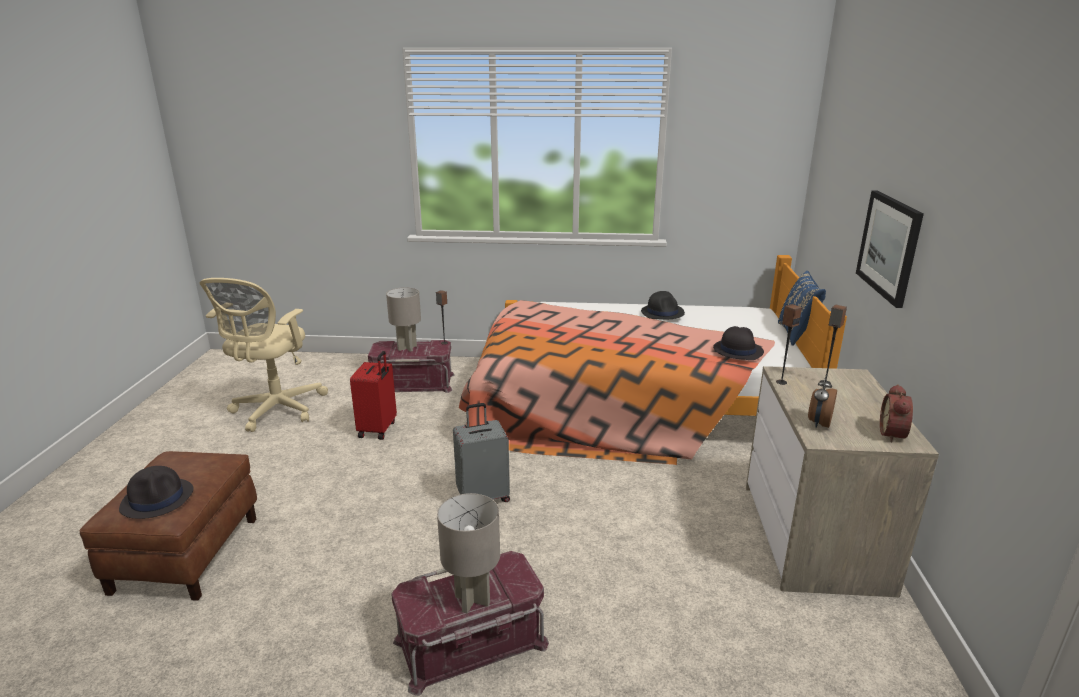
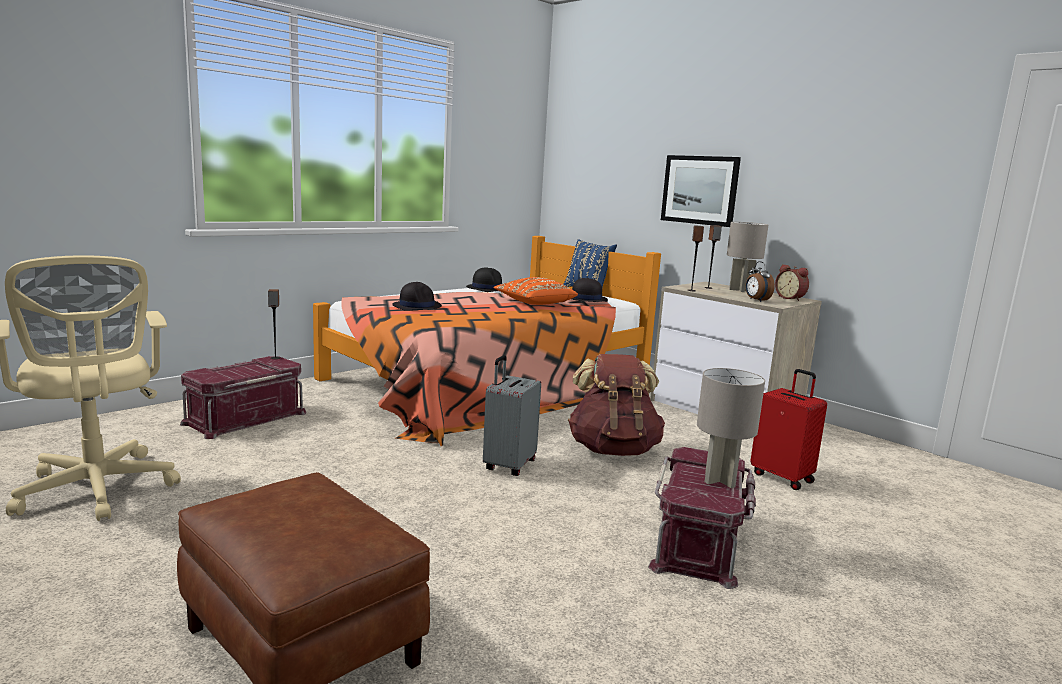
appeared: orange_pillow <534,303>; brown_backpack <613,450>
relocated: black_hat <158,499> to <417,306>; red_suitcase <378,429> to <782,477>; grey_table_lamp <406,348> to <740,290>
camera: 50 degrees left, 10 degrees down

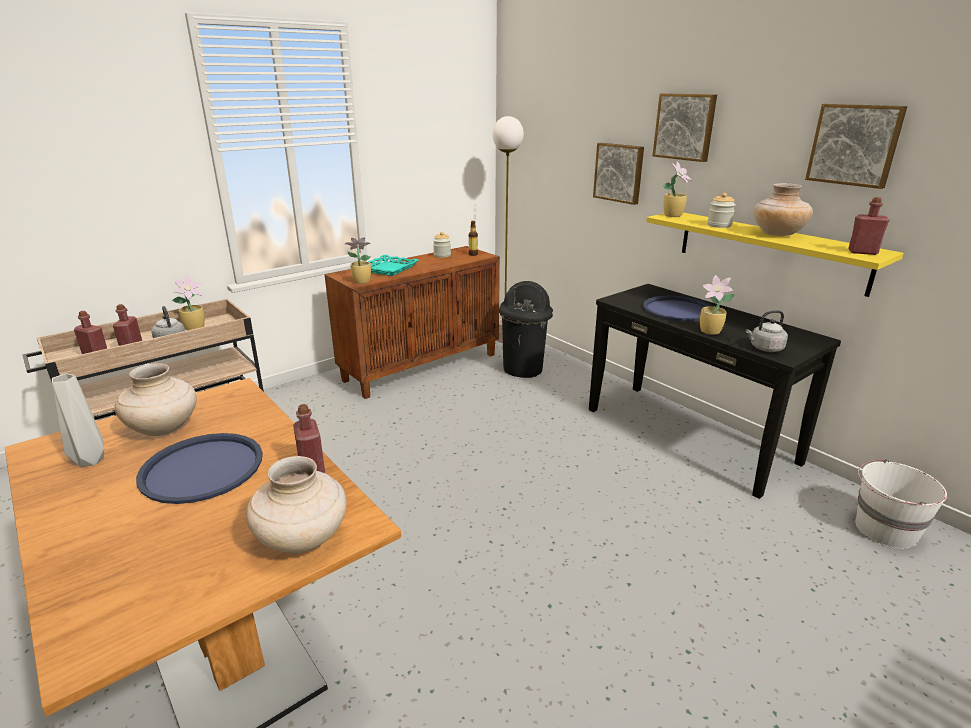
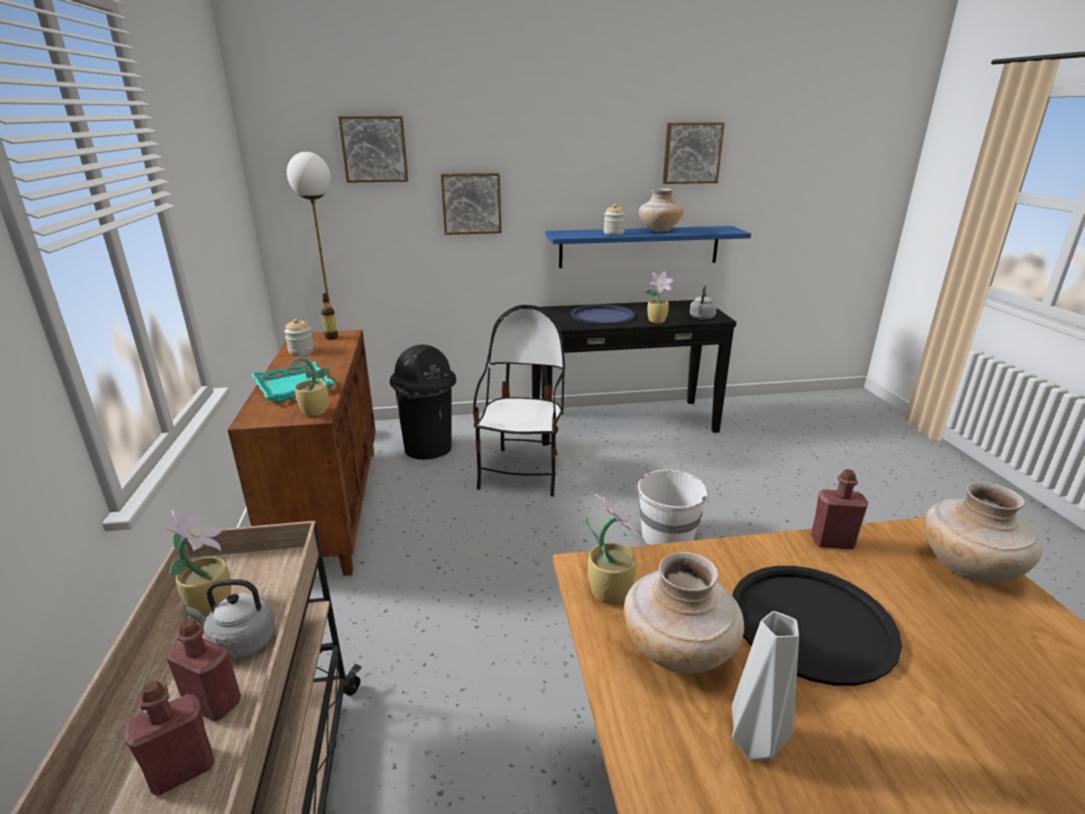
missing: red_bottle <862,252>
appeared: chair <522,472>
relocated: picture <685,127> to <374,149>; potted_plant <673,215> to <610,590>; white_bucket <884,530> to <667,536>
colour: blue_tray <202,469> to black_tray <811,623>; yellow_shelf <769,250> to blue_shelf <639,246>
camera: 60 degrees left, 0 degrees up

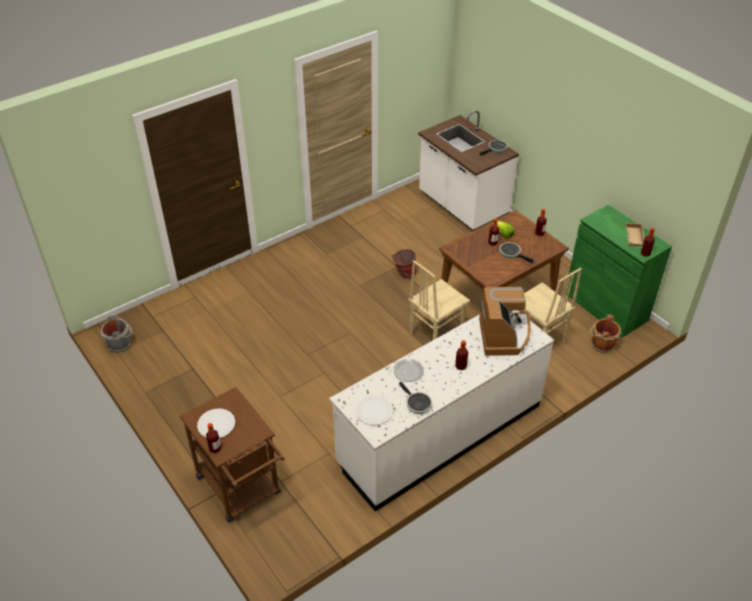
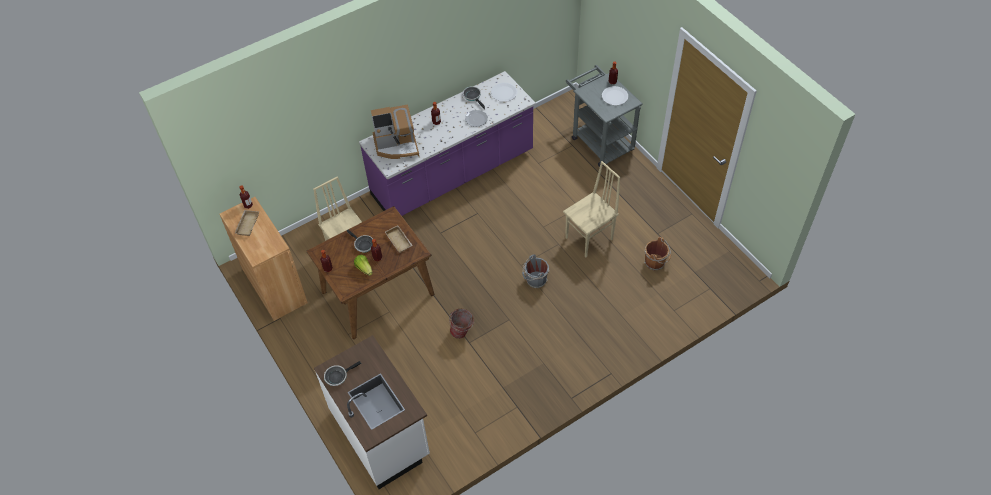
appeared: beige_tray <399,240>
relocated: grey_bucket <120,344> to <535,280>; beige_chair <435,334> to <590,239>; brown_bucket <601,344> to <655,262>
colour: brown_cart <242,490> to grey_cart <599,140>; white_counter <439,434> to purple_counter <453,174>; green_cabinet <606,307> to brown_cabinet <274,286>
spun: coffee_machine <504,335> = <396,145> 105 degrees counterclockwise
camera: 175 degrees left, 10 degrees up

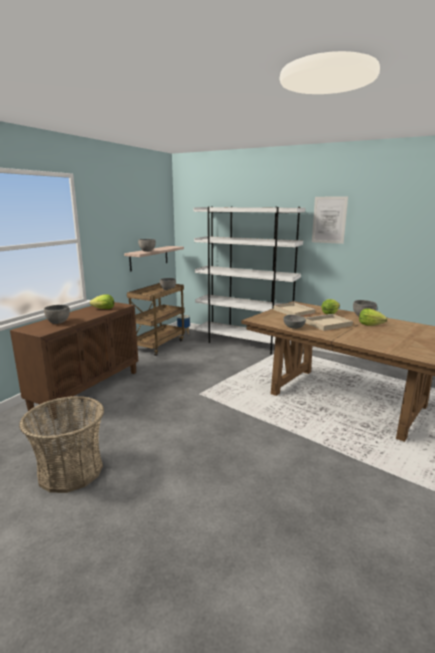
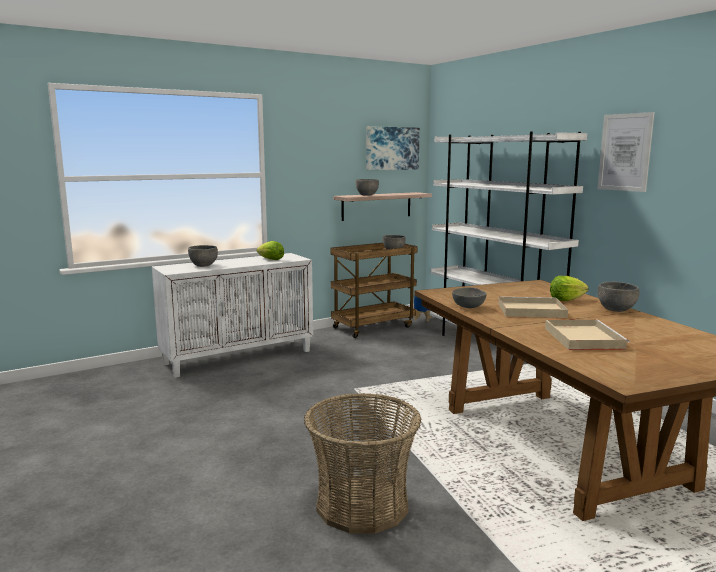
missing: lettuce <370,325>
appeared: picture <391,148>
relocated: basket <70,471> to <362,504>; beige_tray <293,311> to <582,338>
colour: brown_cabinet <87,389> to white_cabinet <239,357>
camera: 30 degrees right, 5 degrees down

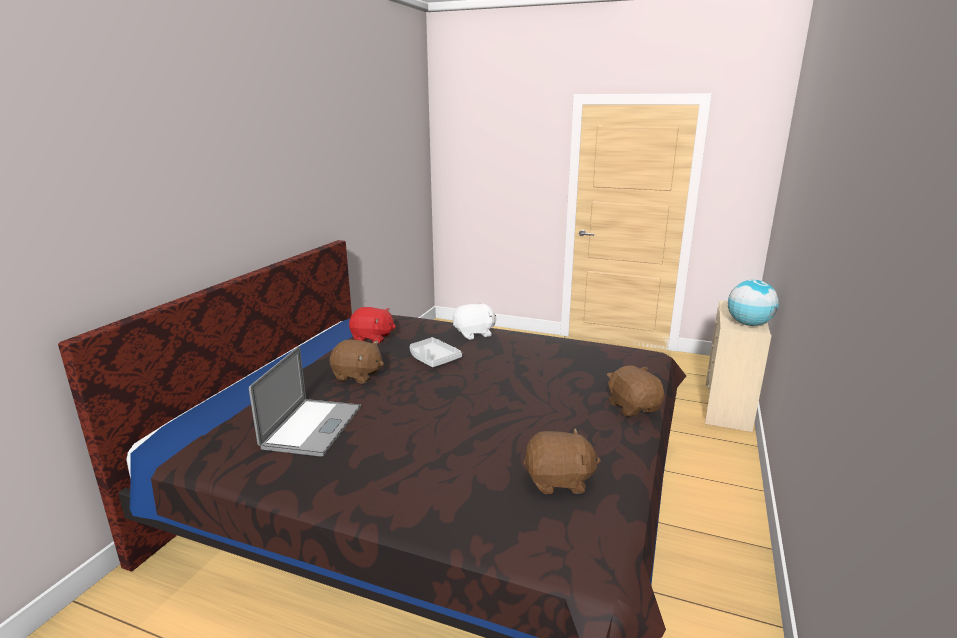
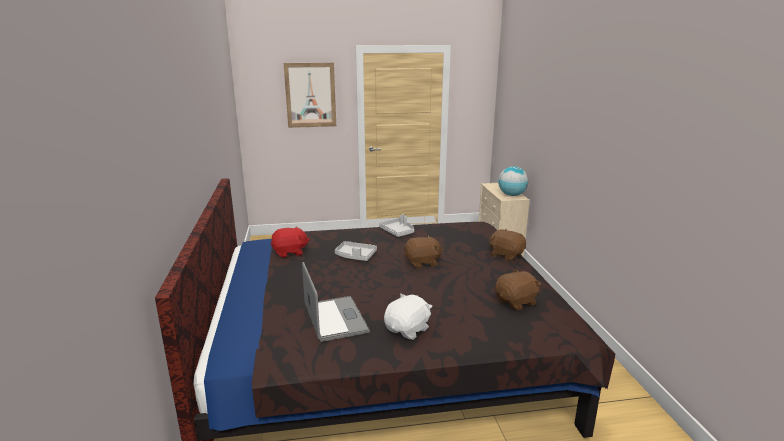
appeared: picture <310,95>; grey_tray <398,232>
relocated: brown_plush_toy <357,375> to <422,263>; white_plush_toy <474,334> to <408,330>
camera: 30 degrees left, 0 degrees up

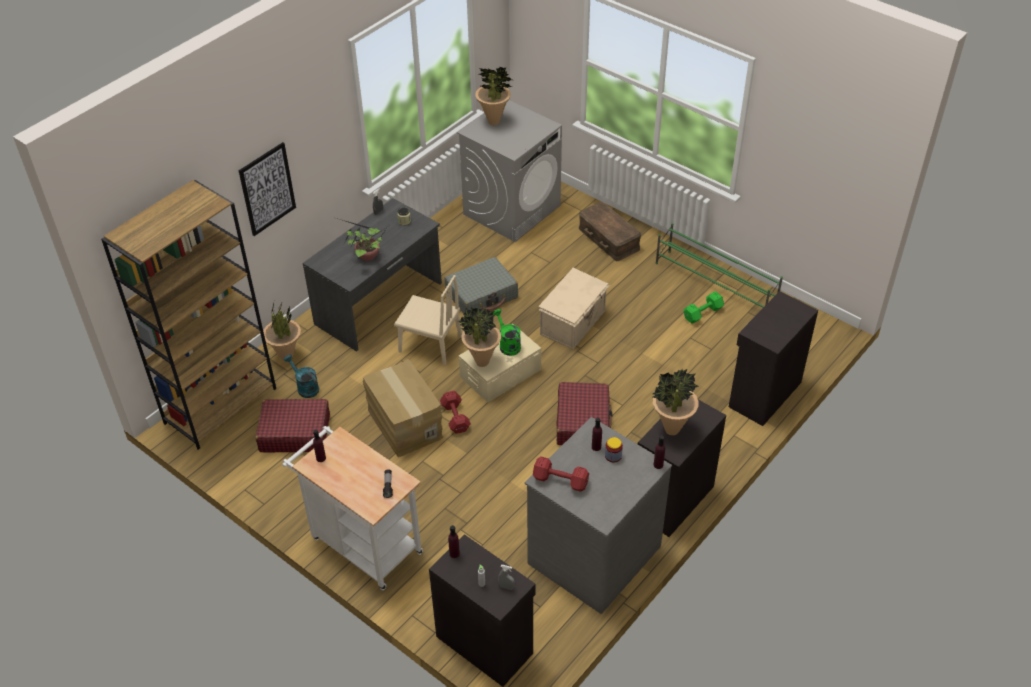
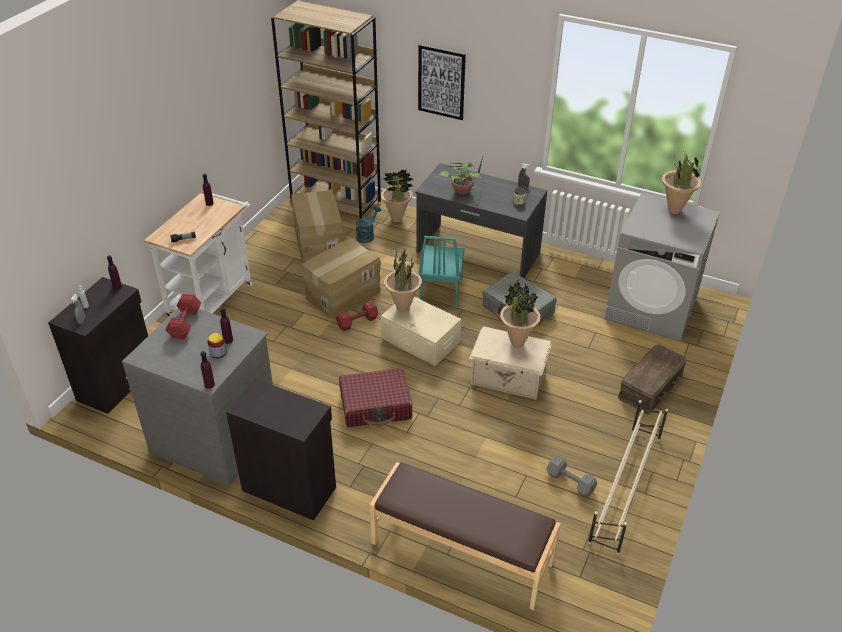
missing: green_watering_can <507,344>
relocated: potted_plant <671,430> to <517,343>
exchanged: red_suitcase <294,433> to cardboard_box <317,241>; black_cabinet <763,394> to brown_bench <461,553>
colour: beige_chair <430,344> to turquoise_chair <440,291>; green_shoe_rack <715,284> to beige_shoe_rack <625,489>; green_dumbbell <703,313> to grey_dumbbell <571,483>
camera: 75 degrees right, 5 degrees down

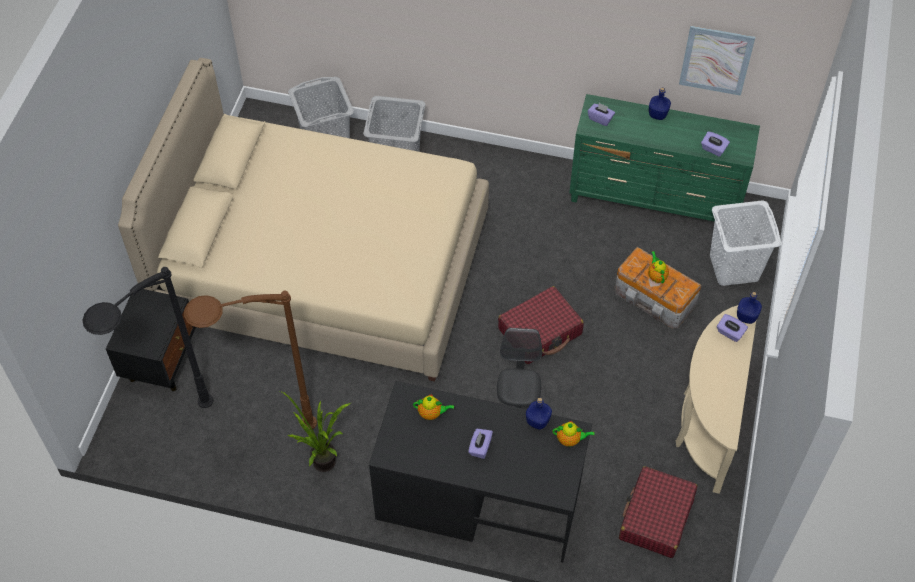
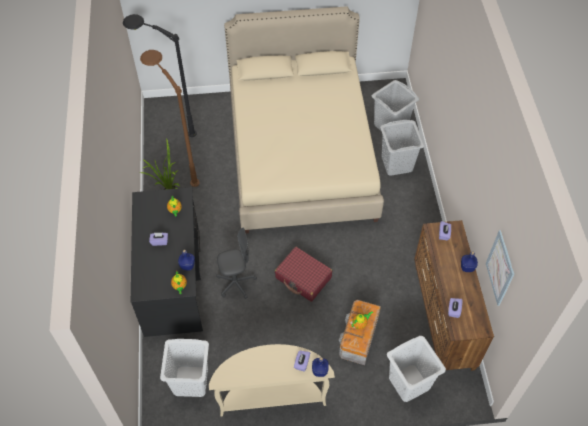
missing: black_nightstand <161,363>
exchanged: red_suitcase <656,517> to white_laundry_basket <190,381>
colour: green_dresser <655,200> to brown_dresser <443,316>
camera: 70 degrees right, 0 degrees up

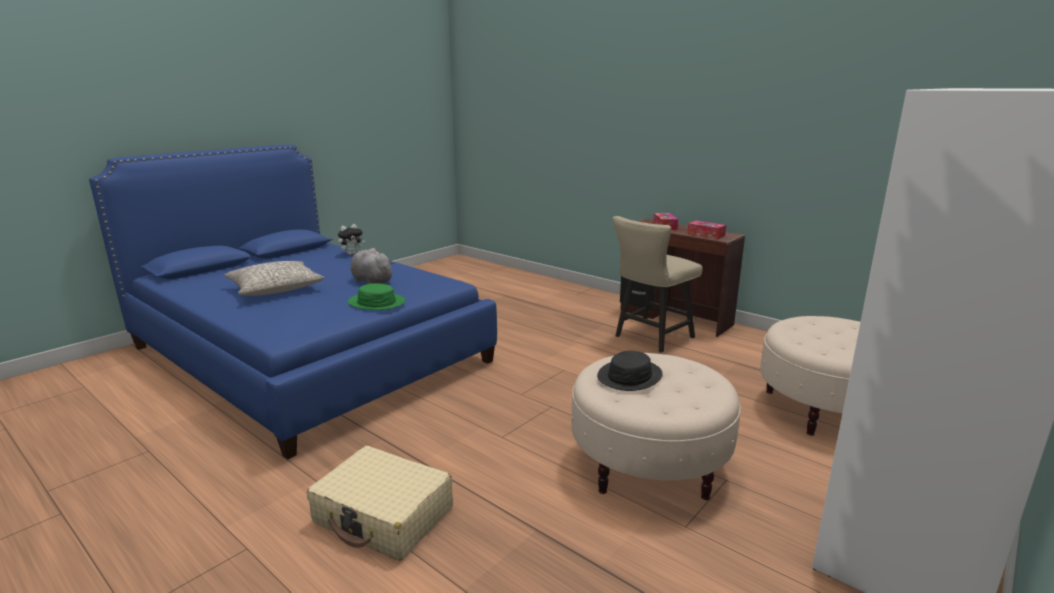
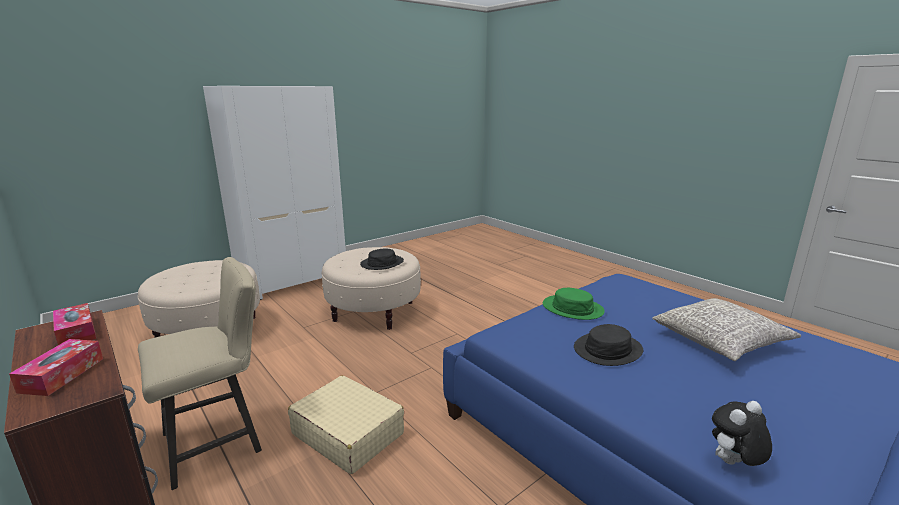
relocated: beige_suitcase <384,516> to <347,433>
exchanged: grey_plush_toy <371,281> to black_hat <608,350>
camera: 170 degrees left, 0 degrees up

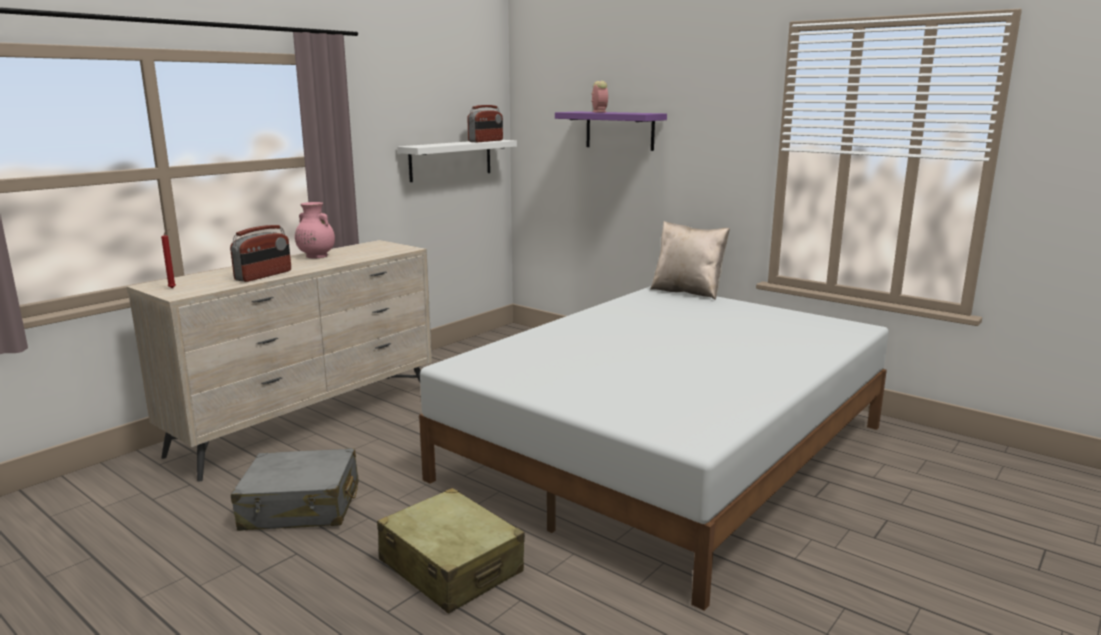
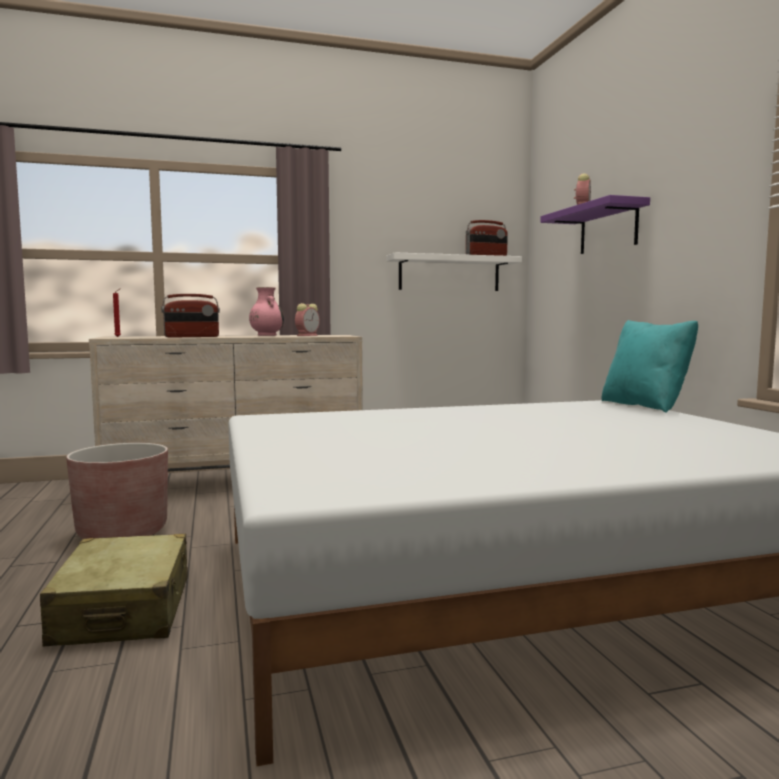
appeared: alarm_clock <307,335>
exchanged: grey_suitcase <301,507> to brown_planter <122,533>
colour: beige_pillow <687,292> to turquoise_pillow <645,406>
camera: 35 degrees right, 10 degrees down

